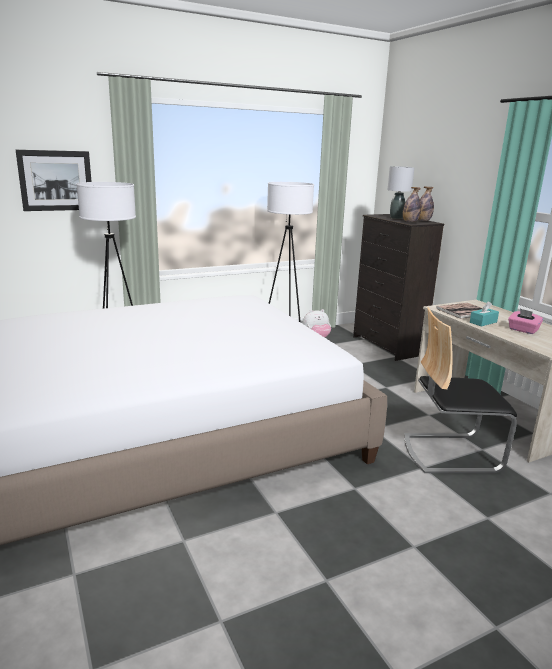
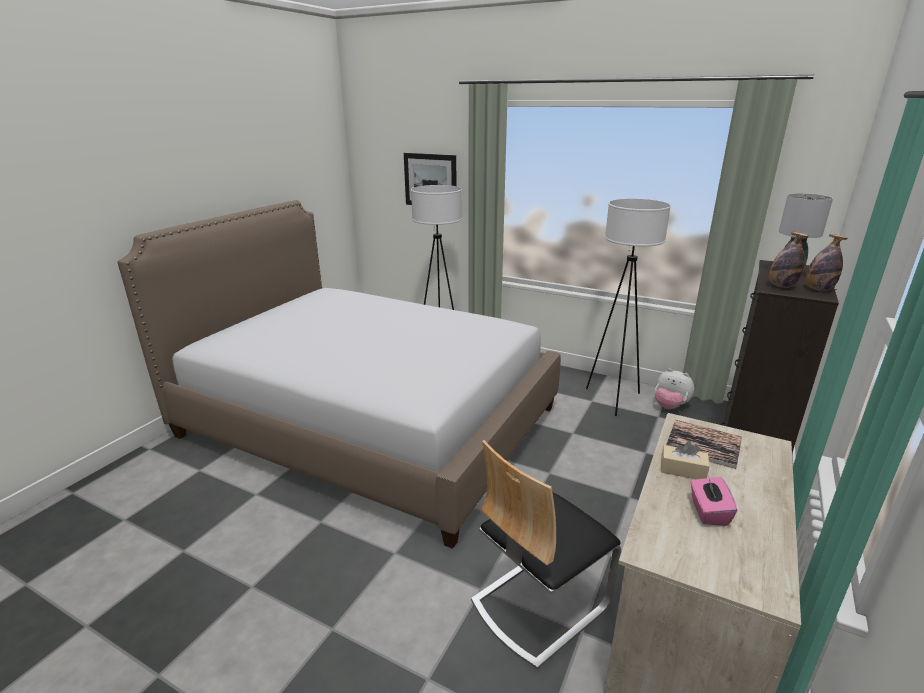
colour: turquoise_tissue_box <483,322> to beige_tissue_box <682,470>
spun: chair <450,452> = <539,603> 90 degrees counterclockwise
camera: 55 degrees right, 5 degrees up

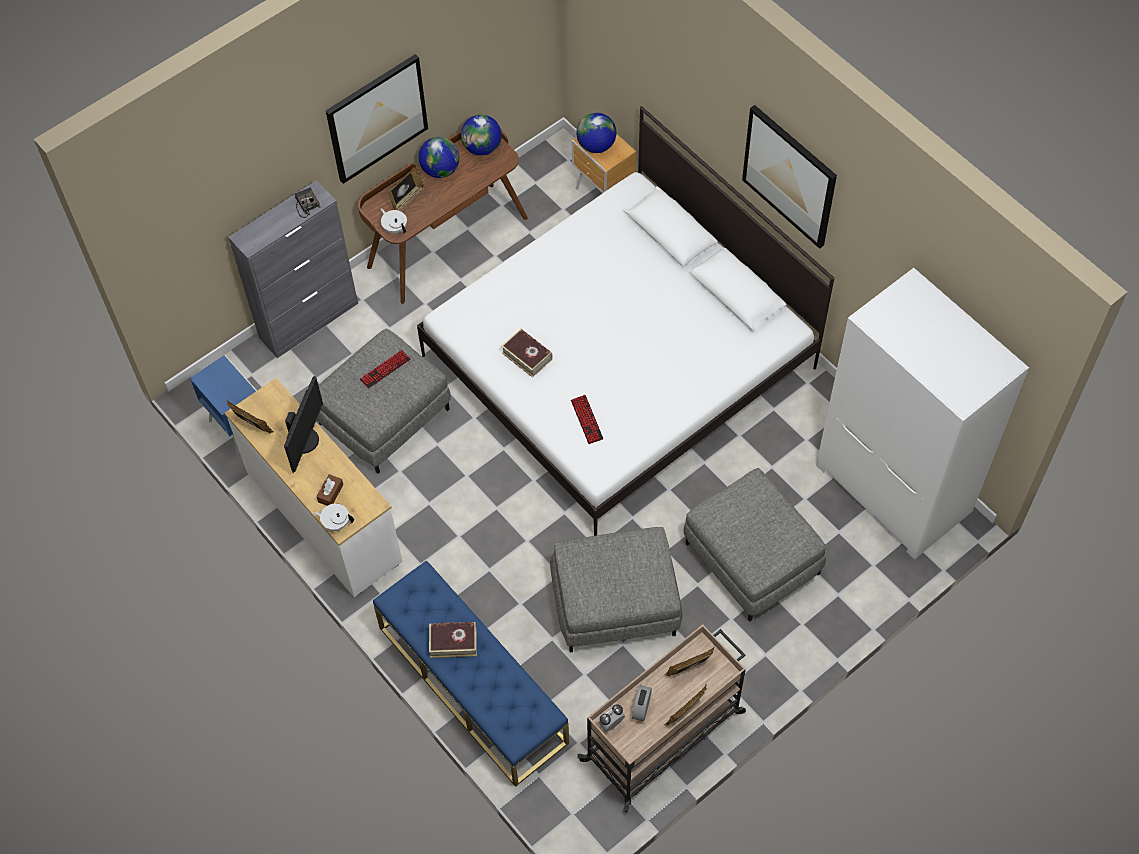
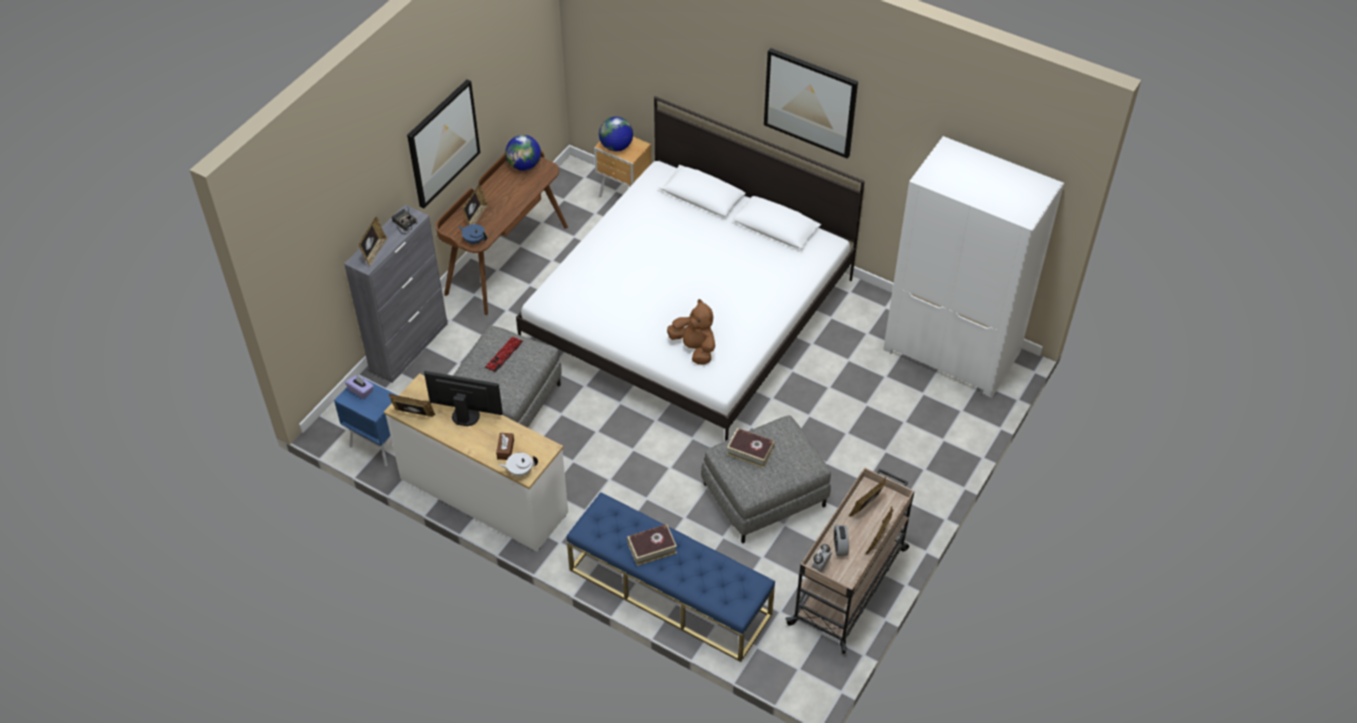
missing: globe <440,170>; grey_ottoman <753,558>
appeared: purple_tissue_box <361,391>; picture_frame <374,252>
relocated: book <527,356> to <750,451>
exchanged: keyboard <587,420> to brown_plush_toy <694,348>
colour: white_teapot <395,228> to blue_teapot <474,240>
spun: monitor <305,440> = <466,414> 75 degrees counterclockwise
camera: 20 degrees left, 10 degrees down

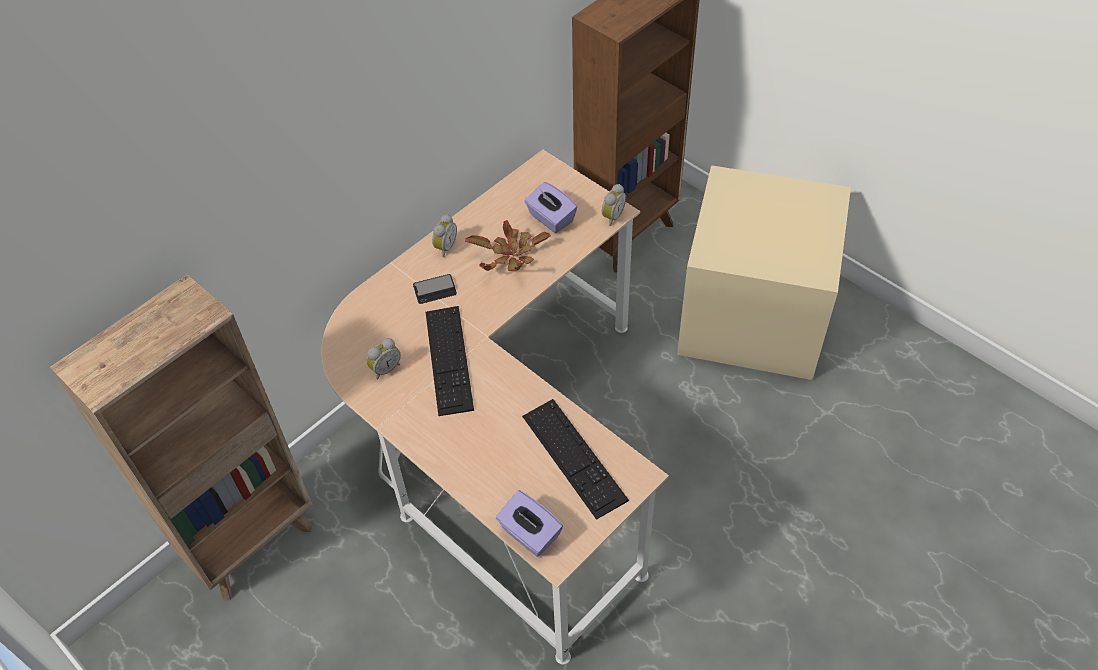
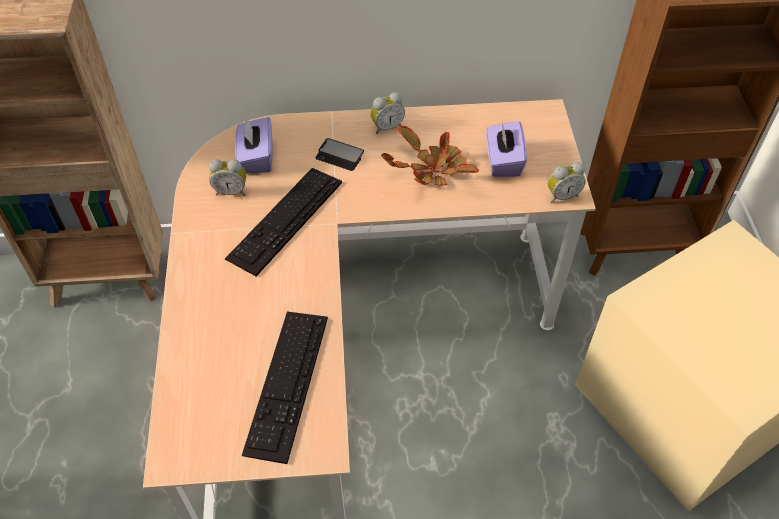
relocated: purple_tissue_box <529,534> to <256,158>
camera: 40 degrees right, 0 degrees up

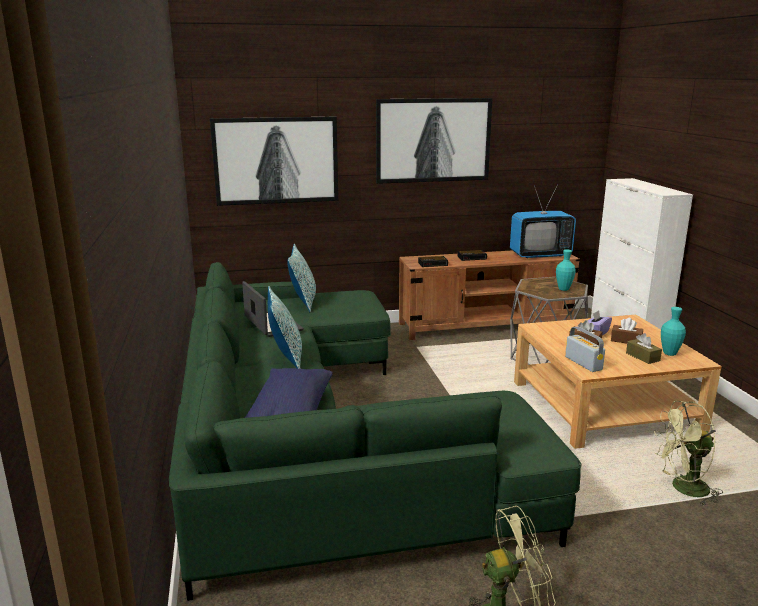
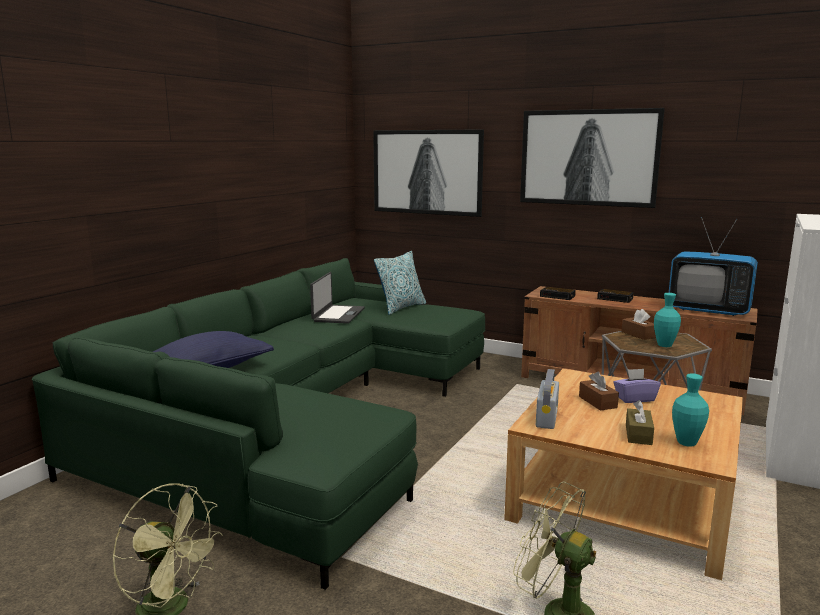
missing: pillow <286,359>
relocated: brown_tissue_box <626,340> to <638,334>
camera: 40 degrees right, 5 degrees down

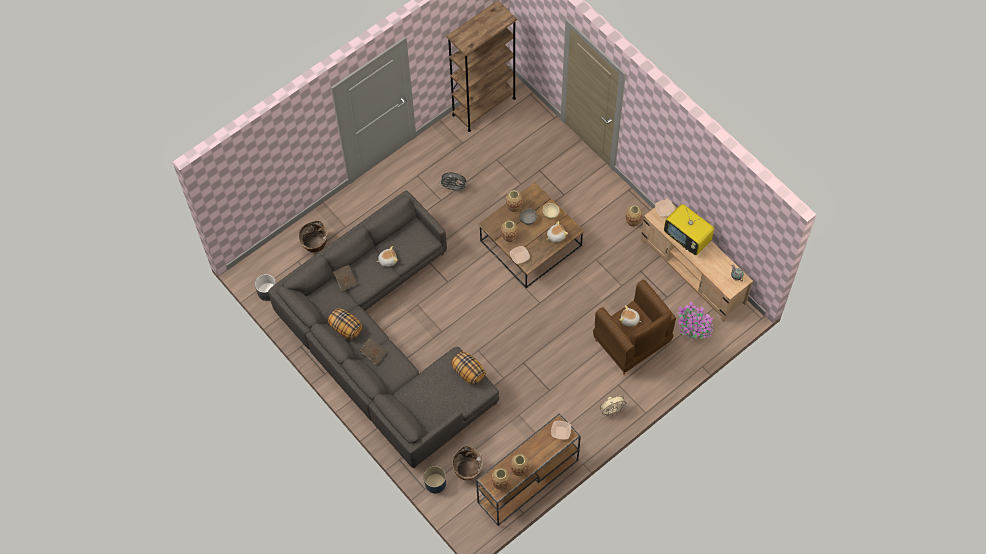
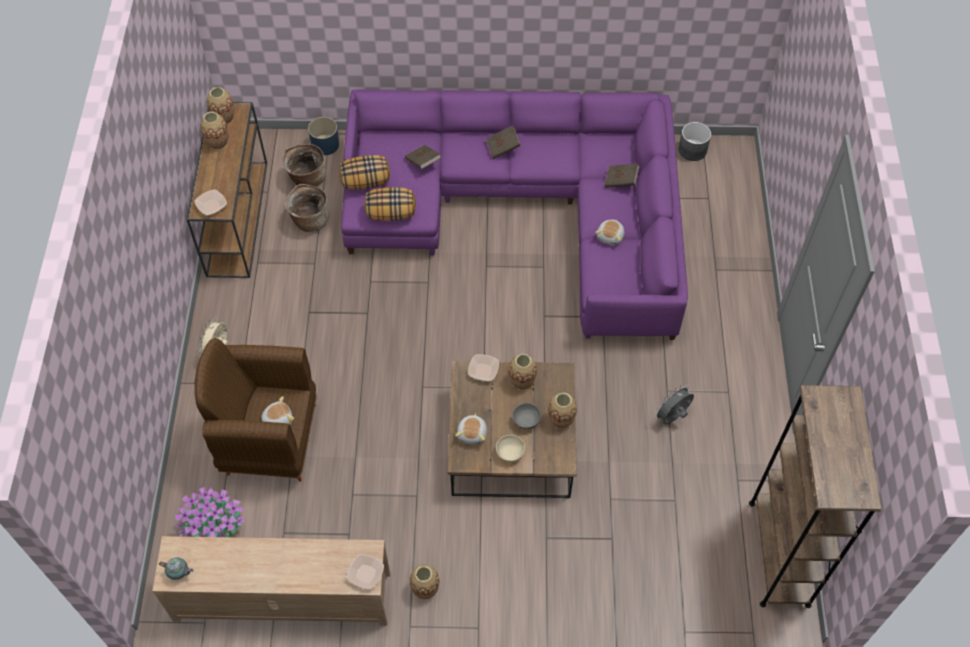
missing: television <687,238>
appeared: brown_book <423,162>
relocated: basket <315,245> to <309,220>; pillow <345,328> to <366,182>
colour: grey_sofa <384,341> to purple_sofa <528,207>
camera: 130 degrees right, 5 degrees down

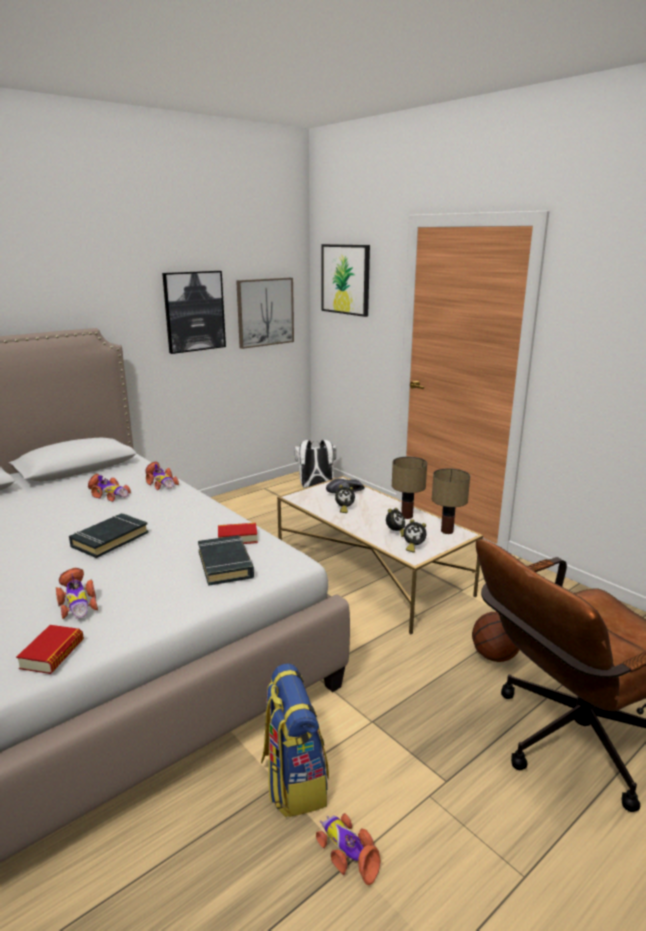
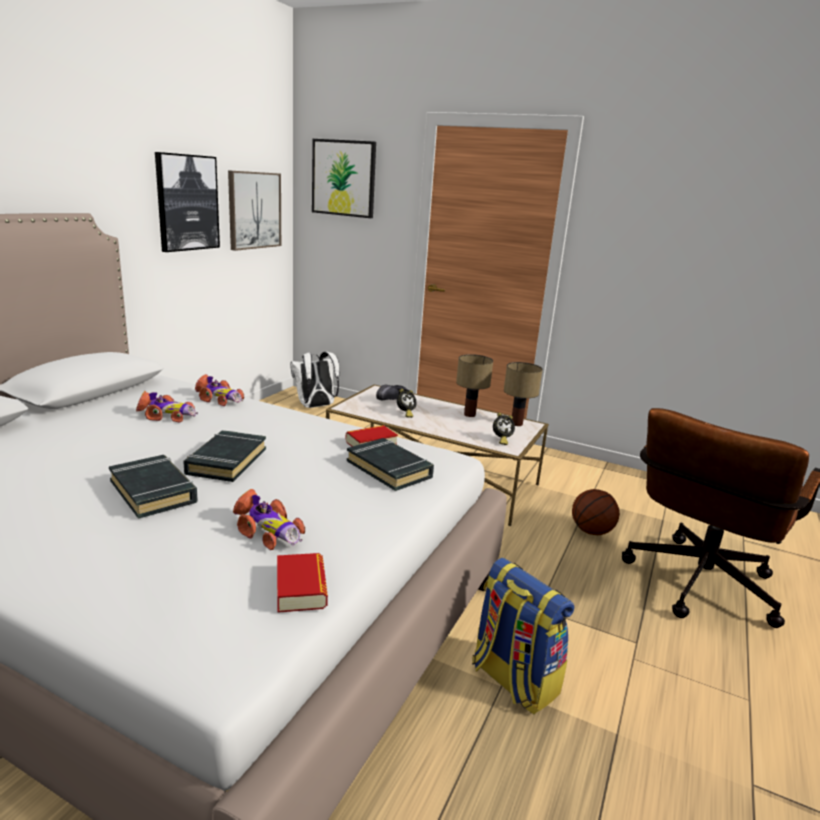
missing: toy_car <348,852>; alarm_clock <395,533>
appeared: black_book <153,491>
camera: 25 degrees left, 0 degrees up

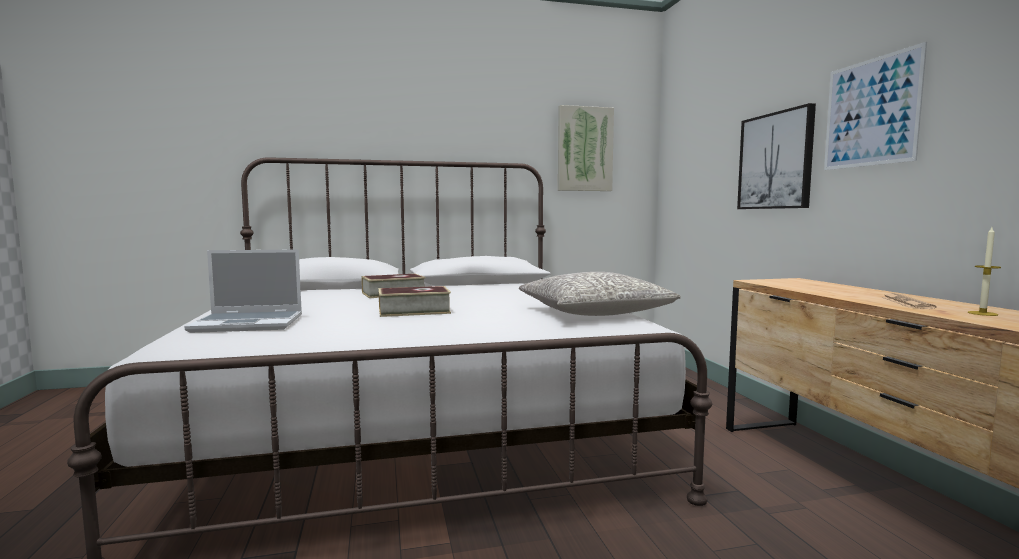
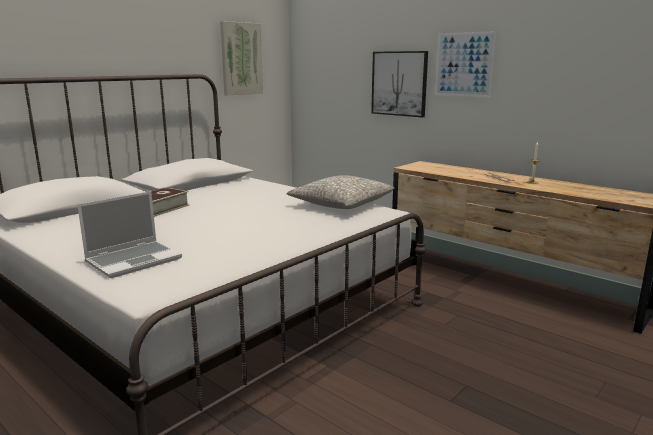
missing: book <414,311>
camera: 35 degrees left, 10 degrees up

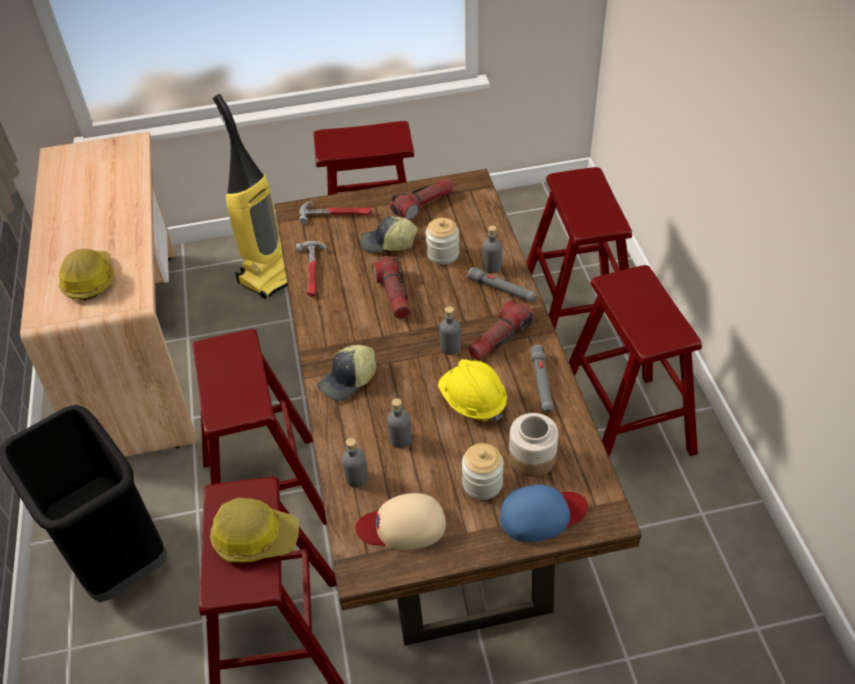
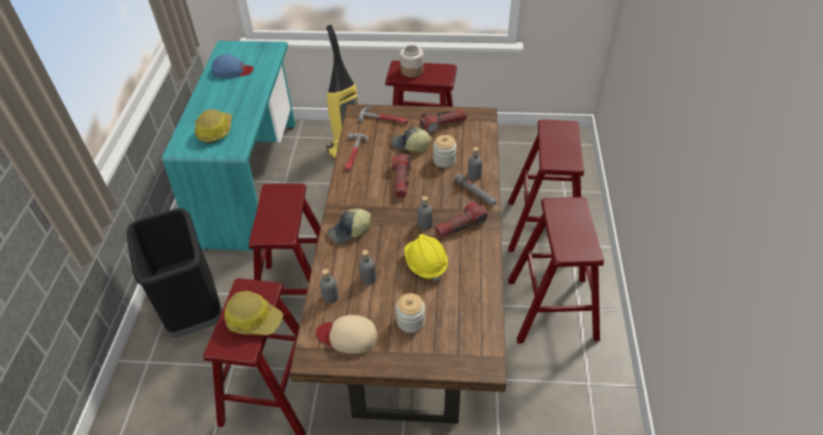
missing: grey_flashlight <541,383>
relocated: blue_cap <542,514> to <232,70>; jar <531,458> to <411,70>
colour: beige_desk <138,347> to turquoise_desk <252,181>
camera: 15 degrees right, 0 degrees up

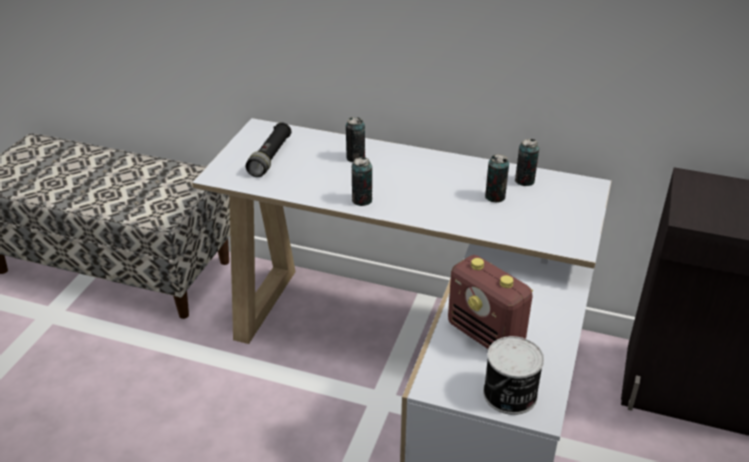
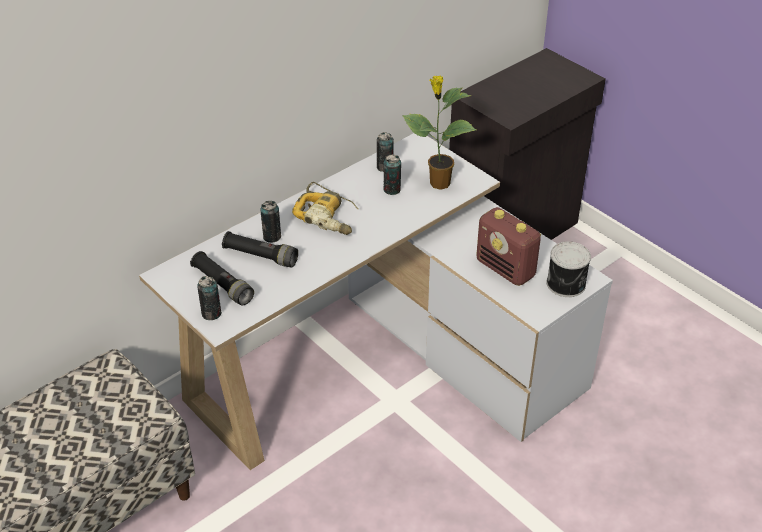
appeared: black_flashlight <260,256>; power_drill <328,216>; potted_plant <438,183>
relocated: can <362,200> to <211,314>
spun: radio <486,335> = <506,269> 60 degrees clockwise
camera: 60 degrees left, 5 degrees up

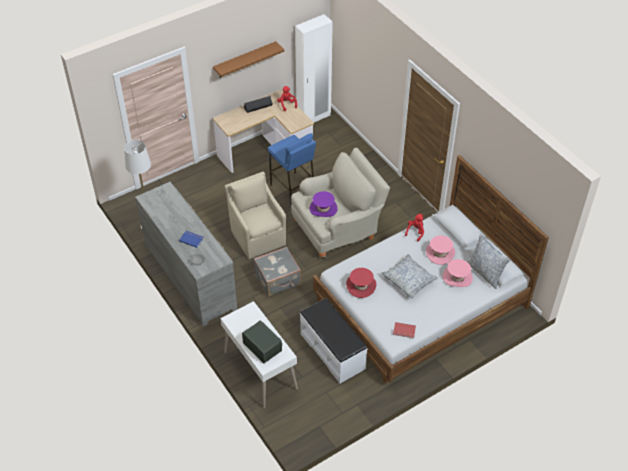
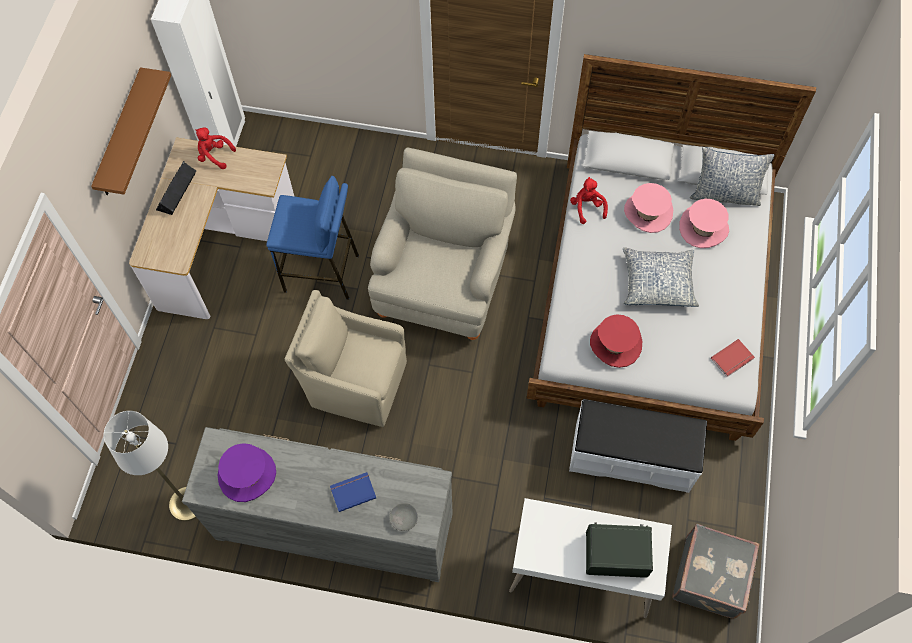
relocated: grey_suitcase <278,281> to <711,577>; purple_hat <323,208> to <247,474>
camera: 45 degrees left, 15 degrees up

